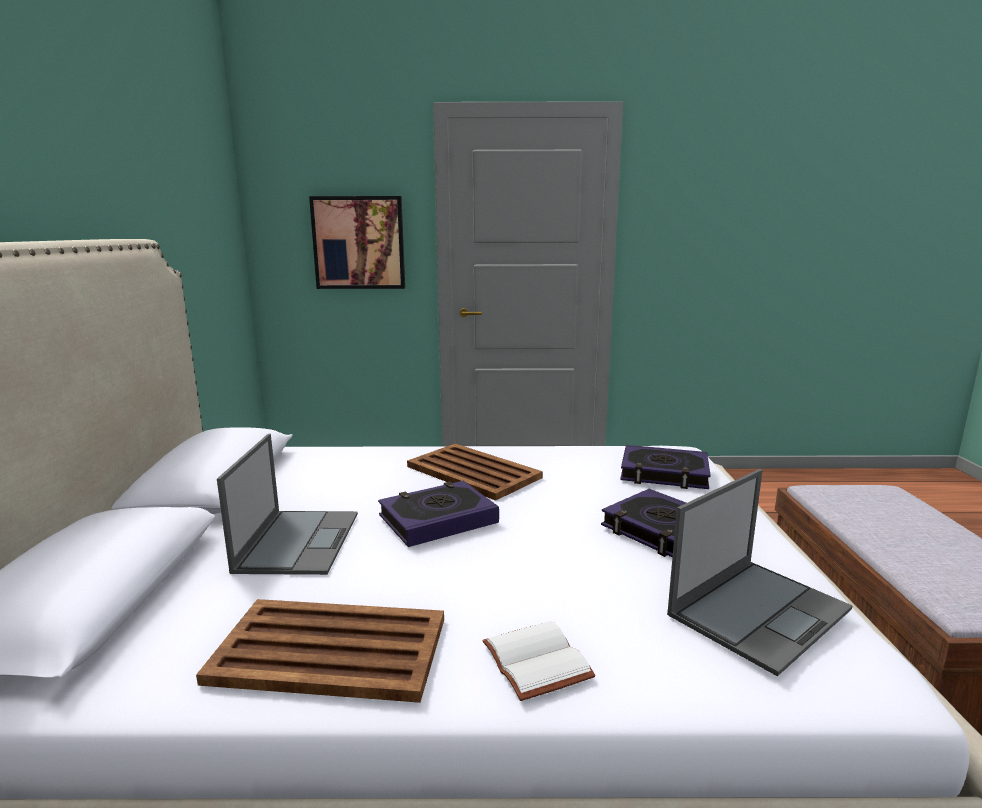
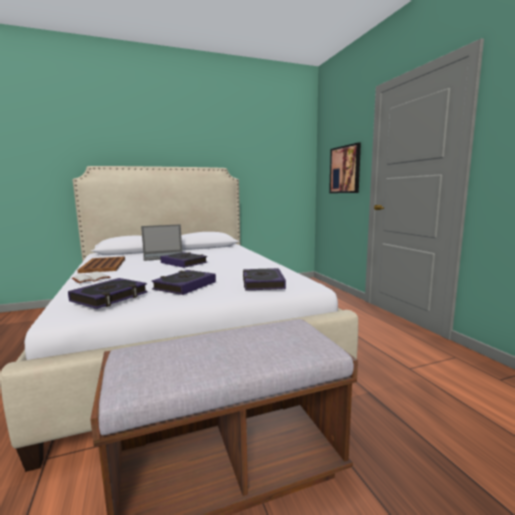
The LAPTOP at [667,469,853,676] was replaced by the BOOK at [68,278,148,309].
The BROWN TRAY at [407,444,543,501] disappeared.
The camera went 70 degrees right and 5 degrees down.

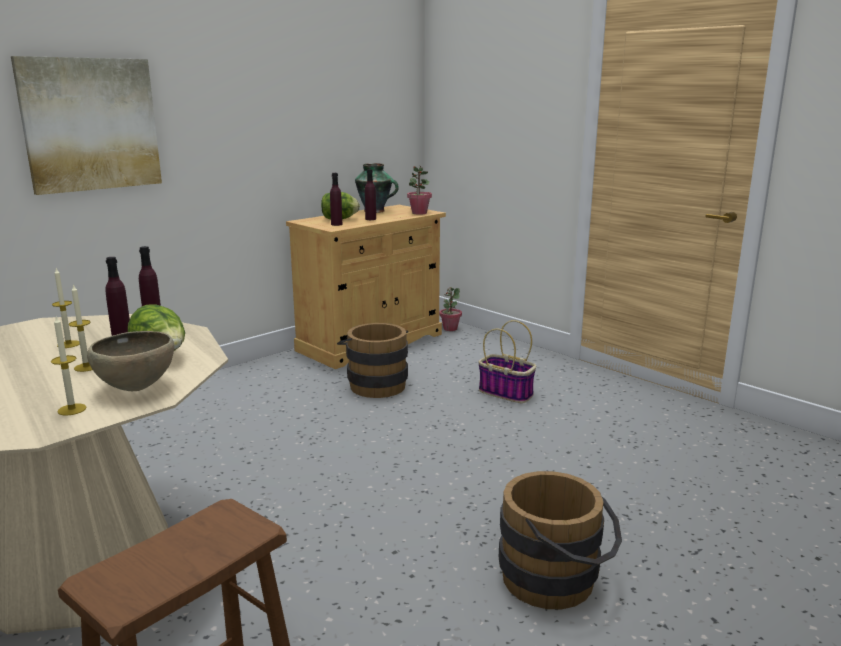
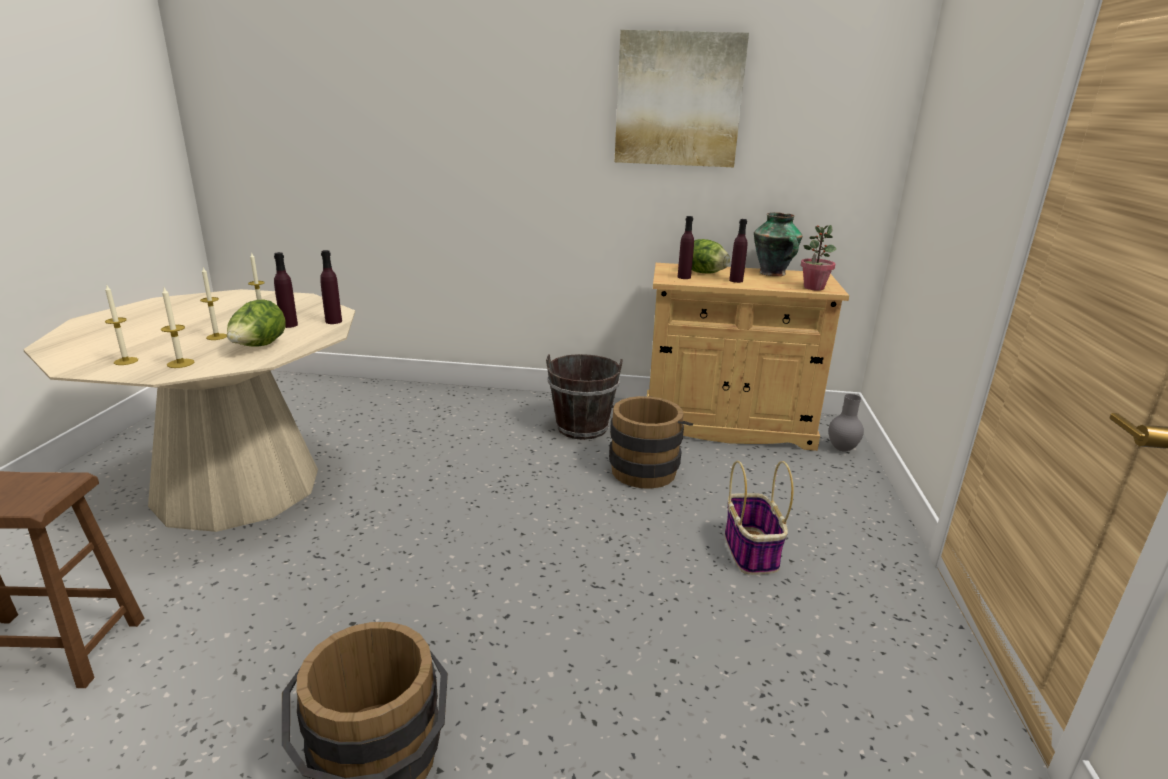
The BROWN BOWL at [87,331,174,391] was replaced by the CANDLE at [161,288,194,368].
The BROWN BUCKET at [546,354,623,440] appeared.
The PICTURE moved from [11,56,162,195] to [615,30,749,167].
The POTTED PLANT at [439,287,462,331] was replaced by the GREY VASE at [829,394,864,451].
The camera went 50 degrees right and 5 degrees up.

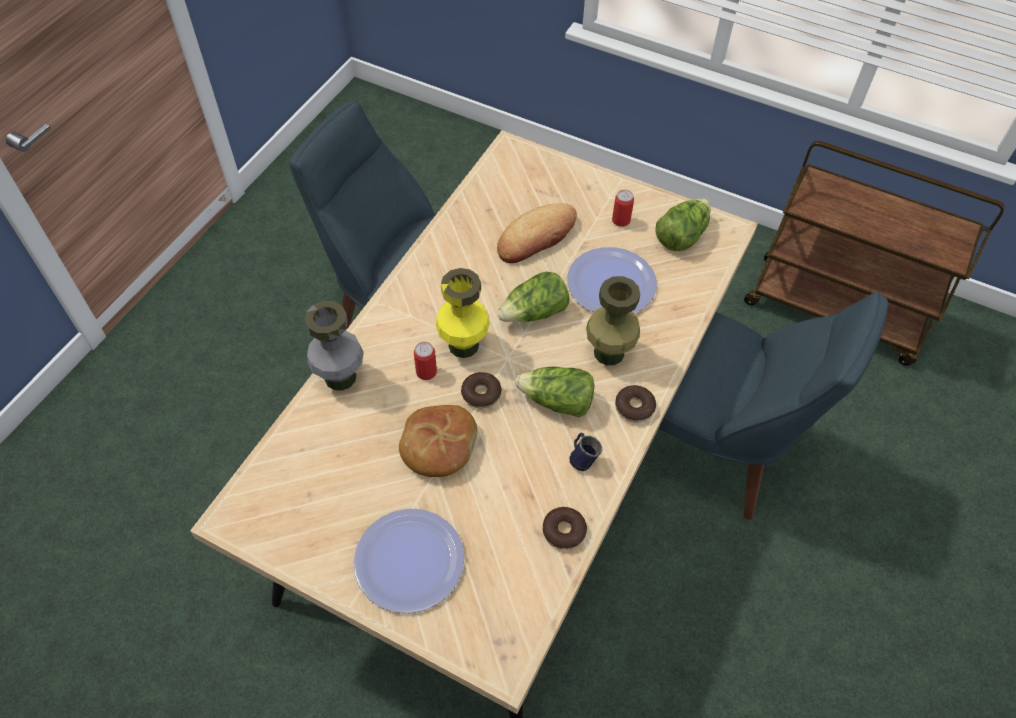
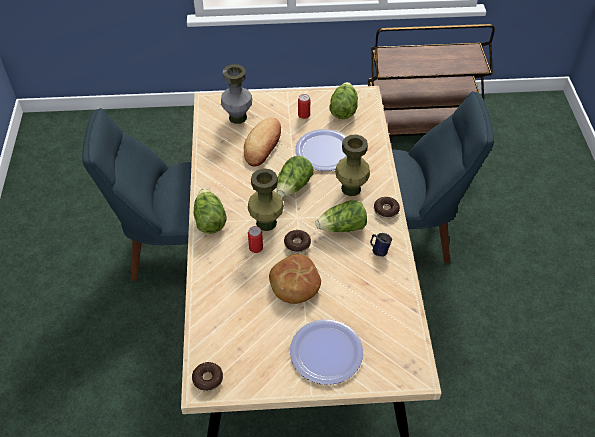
The DONUT moved from [542,507,587,550] to [192,362,223,392].
The LETTUCE at [193,188,227,234] appeared.
The GREY VASE moved from [305,301,364,391] to [221,64,252,124].
The YELLOW VASE at [436,268,490,358] became the GREEN VASE at [248,168,284,231].
The camera went 30 degrees left and 5 degrees down.

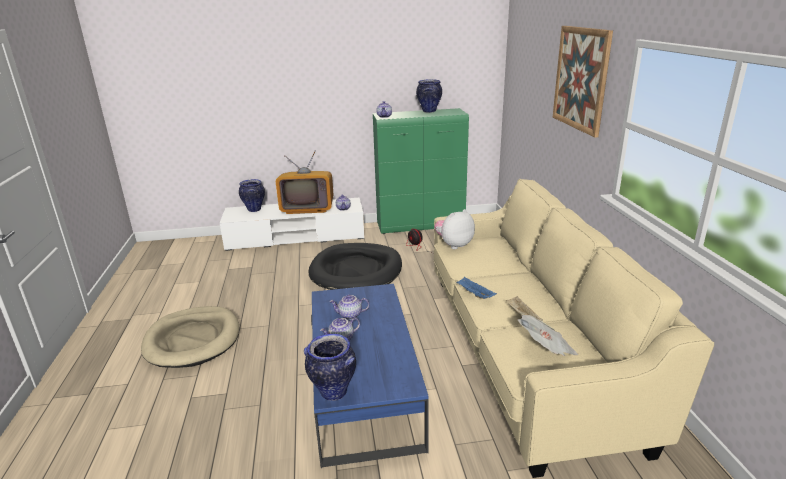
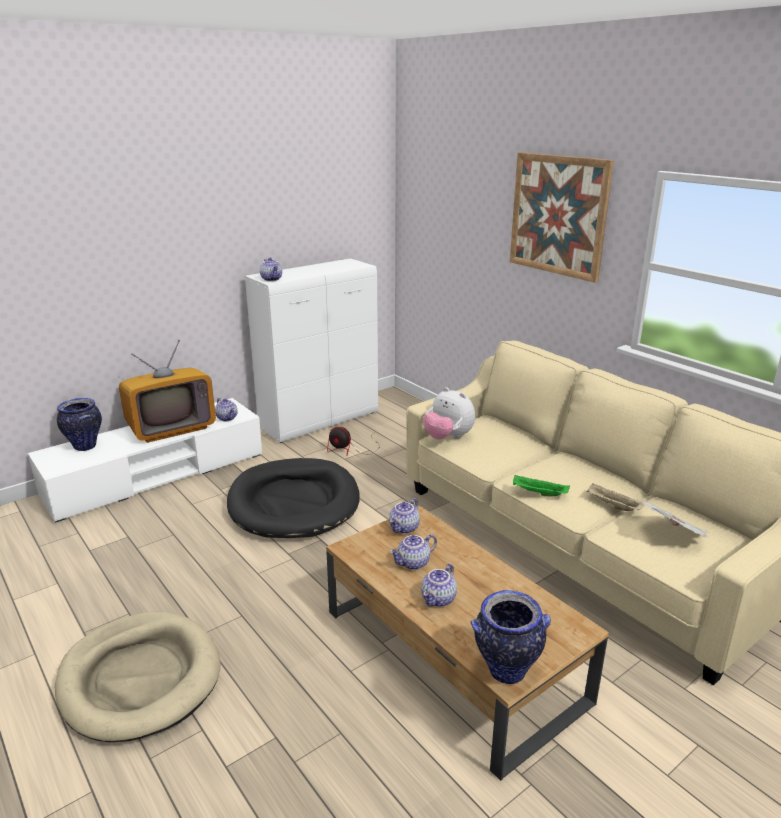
The GREEN CABINET at [373,108,469,234] became the WHITE CABINET at [245,258,378,443].
The BLUE COFFEE TABLE at [311,284,429,468] became the BROWN COFFEE TABLE at [326,506,609,781].
The TEAPOT at [389,498,420,534] appeared.
The PLUSH TOY at [434,209,475,249] turned 75 degrees counterclockwise.
The BLUE TRAY at [456,277,497,299] became the GREEN TRAY at [513,475,570,496].
The VASE at [416,79,442,113] disappeared.
The camera went 30 degrees left and 0 degrees up.

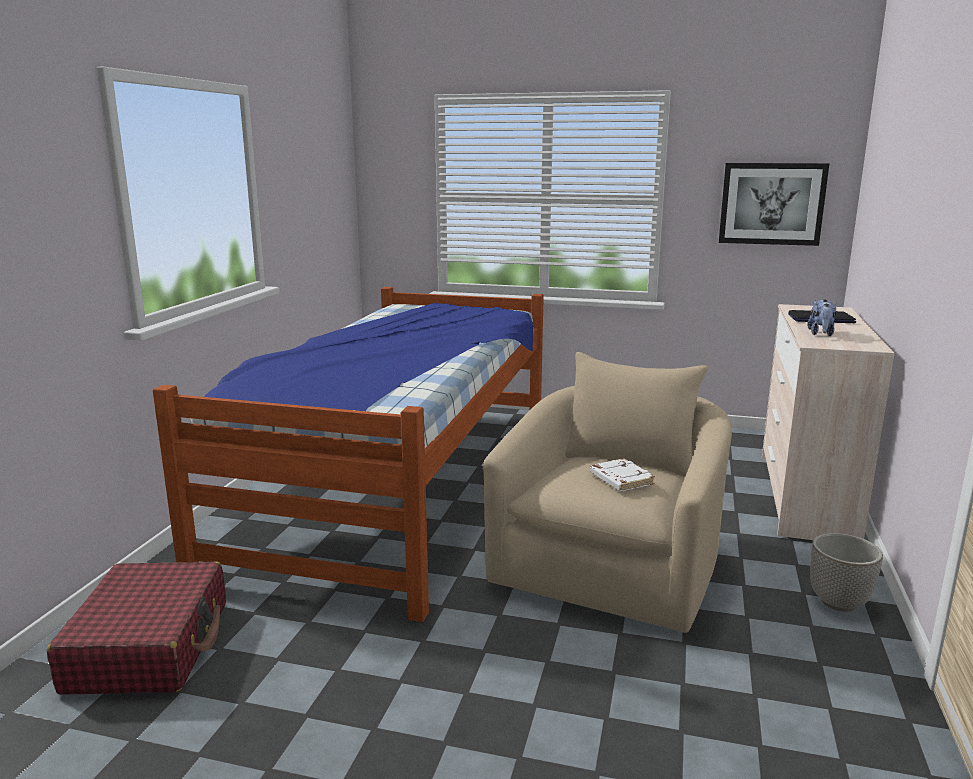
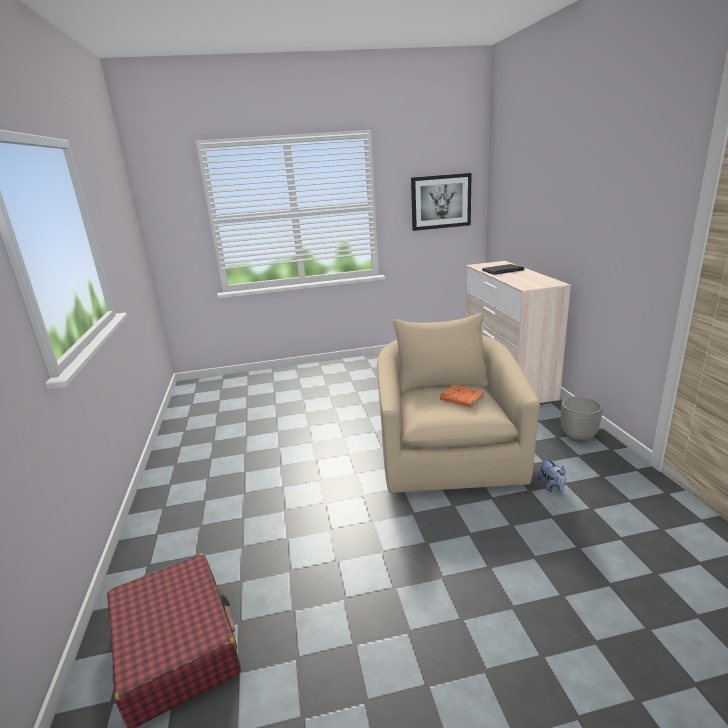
The WHITE BOOK at [590,458,655,491] became the ORANGE BOOK at [440,385,484,408].
The PLUSH TOY moved from [807,299,837,336] to [537,457,566,495].
The BED at [153,287,544,622] disappeared.
The camera went 25 degrees left and 5 degrees up.

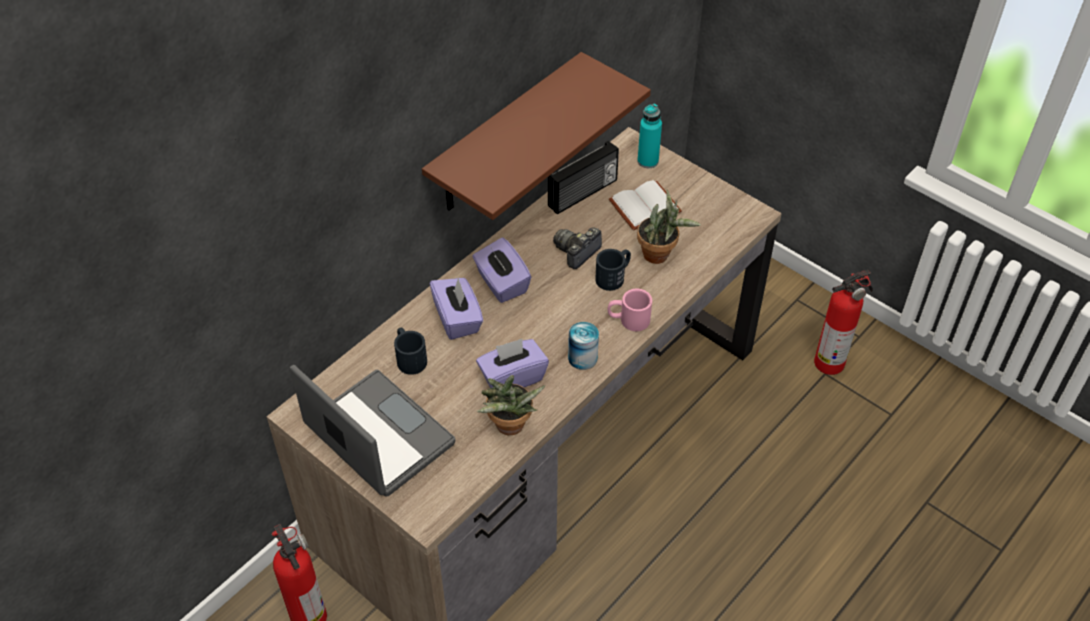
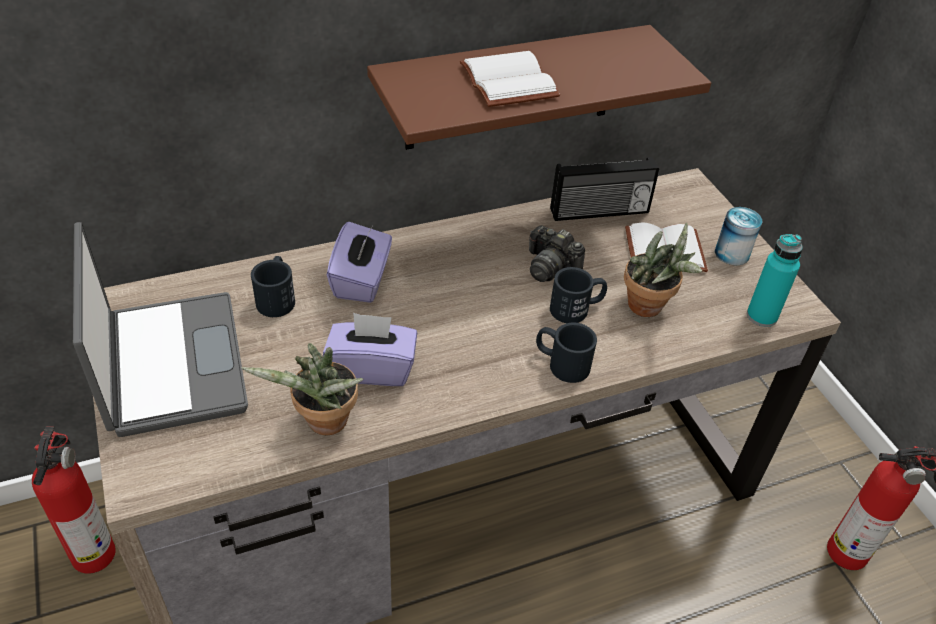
The WHITE BOOK at [460,51,560,107] appeared.
The PHOTO CAMERA at [553,227,602,269] turned 120 degrees counterclockwise.
The PINK MUG at [608,289,652,331] became the BLACK MUG at [536,323,597,383].
The CAN moved from [568,322,599,370] to [715,207,762,265].
The TURQUOISE BOTTLE moved from [637,104,662,168] to [747,234,803,327].
The PURPLE TISSUE BOX at [472,238,531,303] disappeared.
The camera went 25 degrees right and 5 degrees down.

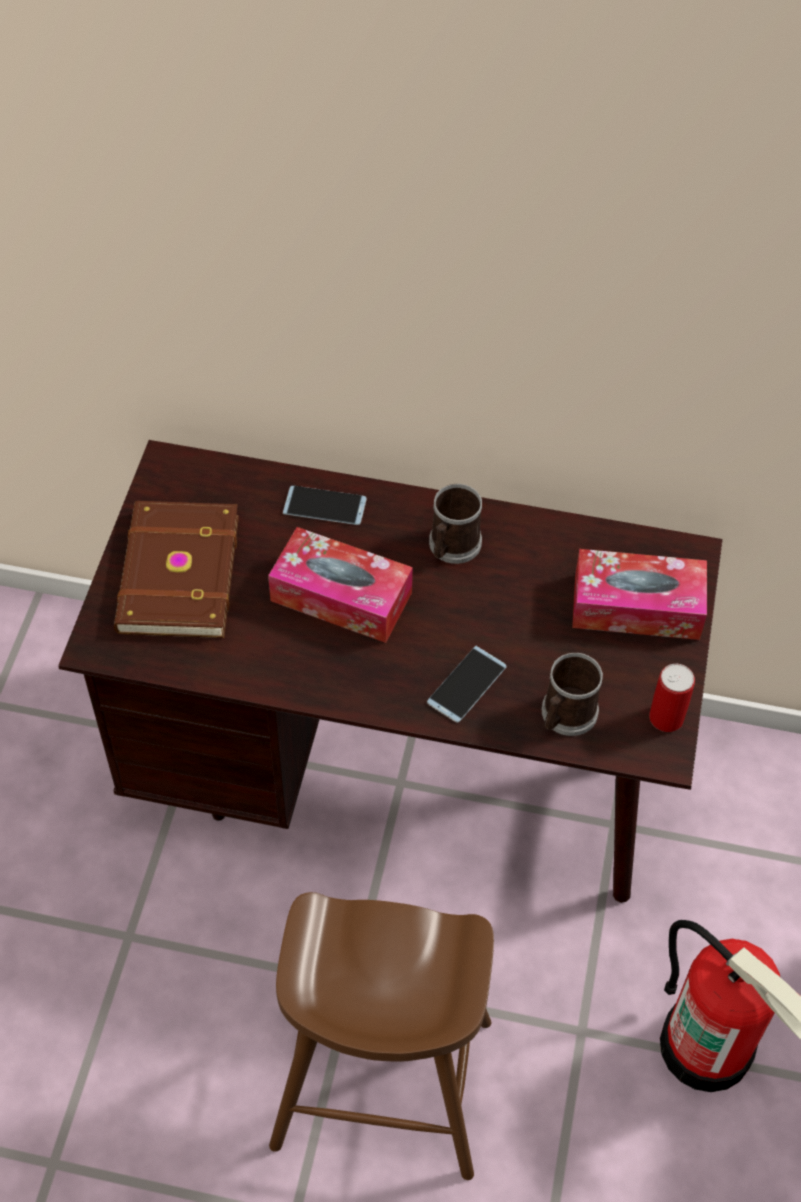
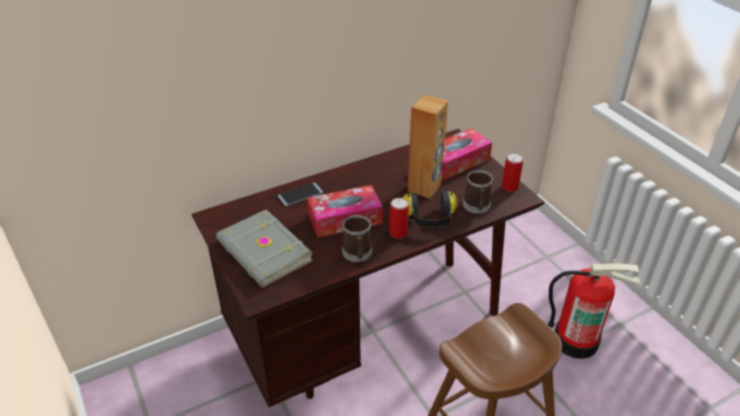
The BROWN BOOK at [114,501,239,638] became the GREY BOOK at [216,209,313,288].
The MUG moved from [429,484,482,564] to [342,215,372,262].
The CAN at [390,198,409,239] appeared.
The PHONE at [427,646,507,723] was replaced by the HEADPHONES at [403,191,457,227].
The BROWN SPEAKER at [408,95,448,199] appeared.
The camera went 40 degrees left and 15 degrees down.

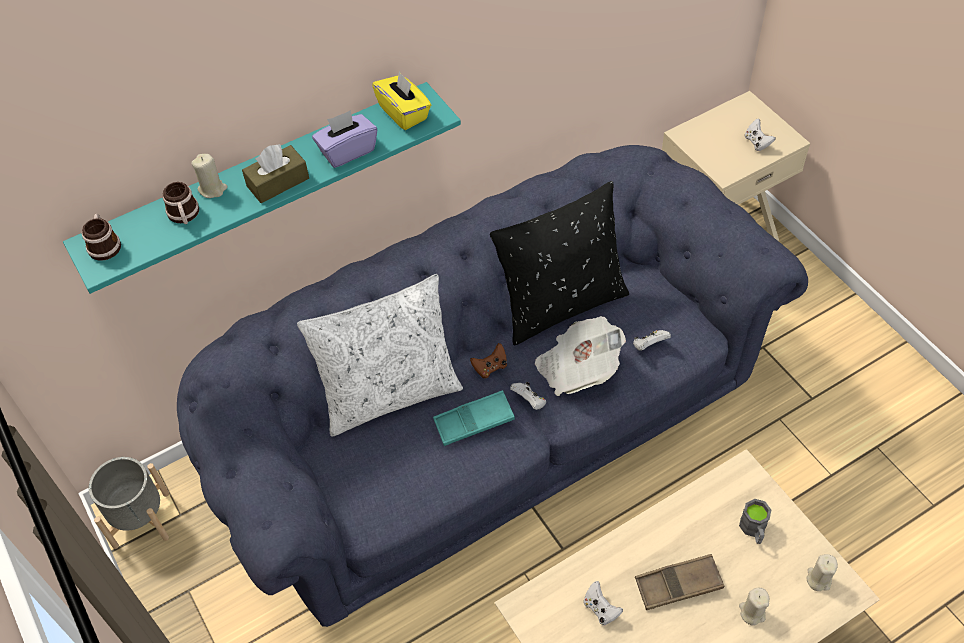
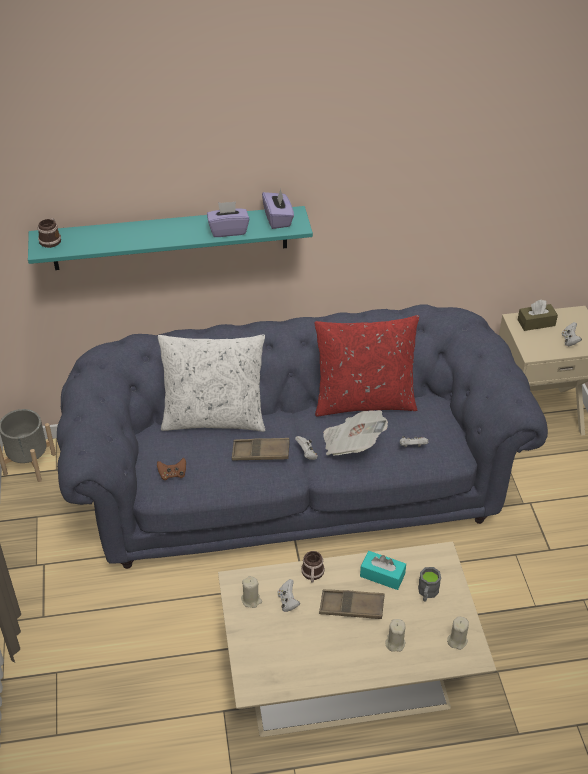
The BROWN GAME CONTROLLER moved from [470,343,507,378] to [157,458,186,480].
The TURQUOISE TRAY at [433,390,515,446] became the BROWN TRAY at [232,438,290,461].
The BEIGE CANDLE moved from [191,154,228,198] to [241,576,262,608].
The YELLOW TISSUE BOX at [372,71,431,130] became the PURPLE TISSUE BOX at [262,189,294,229].
The MUG moved from [162,182,199,224] to [301,551,325,583].
The BLACK PILLOW at [490,181,629,345] became the RED PILLOW at [314,315,419,416].
The TURQUOISE TISSUE BOX at [360,551,406,590] appeared.
The BROWN TISSUE BOX moved from [242,144,309,203] to [518,299,558,331].
The camera went 20 degrees right and 10 degrees down.

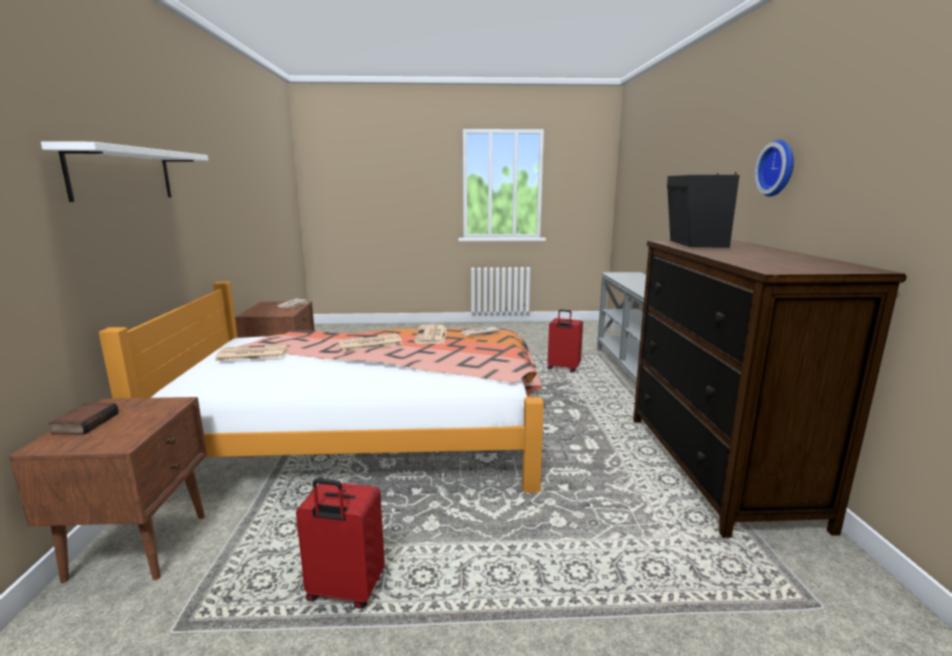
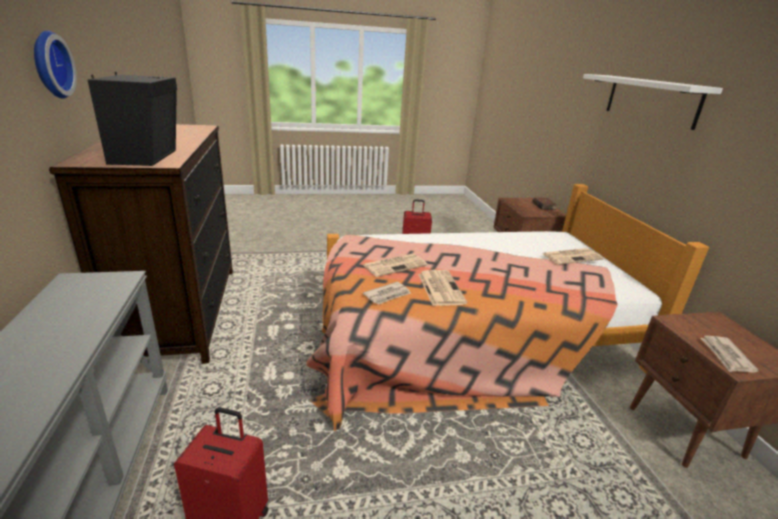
The NEWSPAPER moved from [339,333,403,351] to [363,254,427,277].
The camera went 170 degrees right and 10 degrees up.

